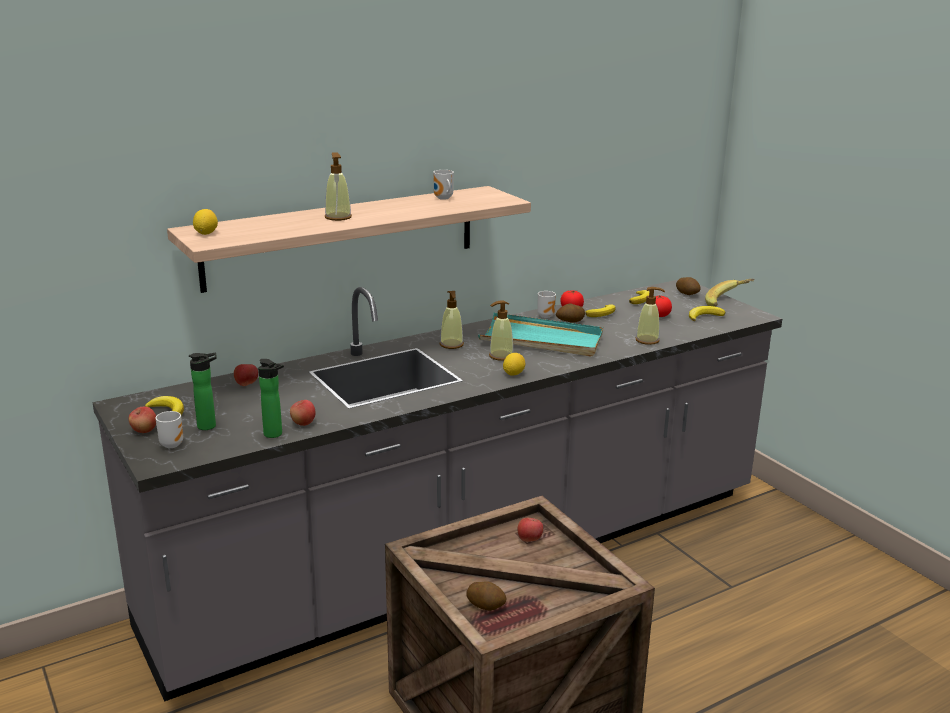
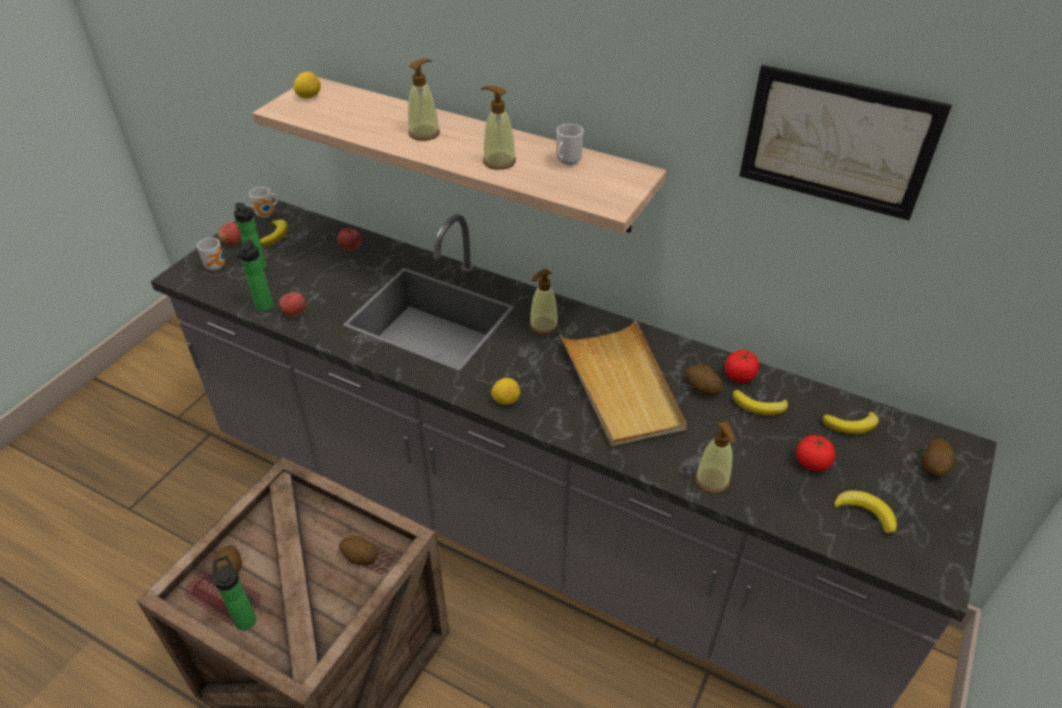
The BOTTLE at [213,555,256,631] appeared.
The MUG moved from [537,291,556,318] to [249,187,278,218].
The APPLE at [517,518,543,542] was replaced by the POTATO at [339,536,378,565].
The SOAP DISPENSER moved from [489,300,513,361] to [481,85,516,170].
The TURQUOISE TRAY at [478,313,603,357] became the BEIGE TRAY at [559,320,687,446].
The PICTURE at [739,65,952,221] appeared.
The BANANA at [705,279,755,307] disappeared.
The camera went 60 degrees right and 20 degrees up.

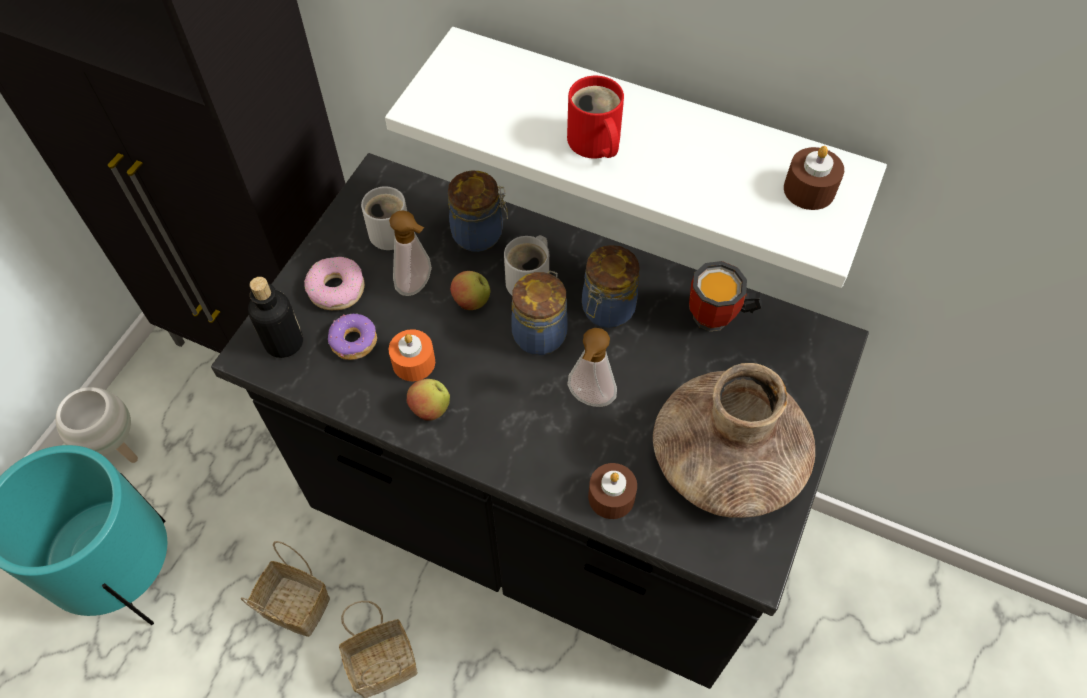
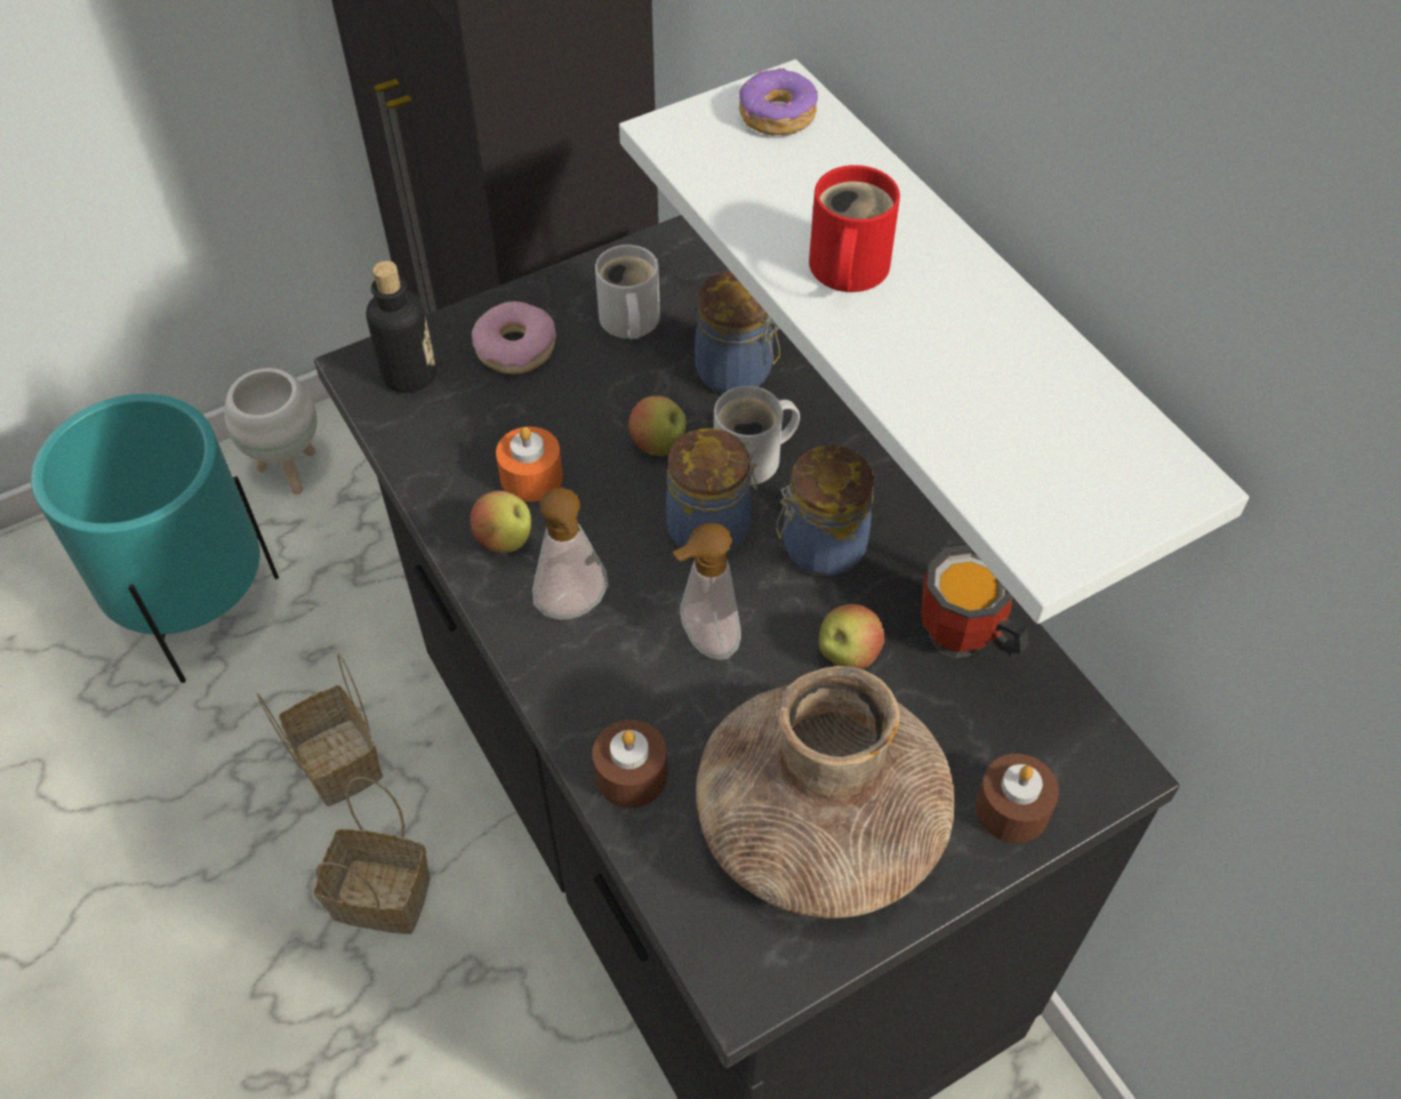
The SOAP DISPENSER moved from [389,210,432,296] to [532,487,608,620].
The DONUT moved from [328,314,377,360] to [739,68,818,136].
The APPLE at [819,604,885,669] appeared.
The BROWN CANDLE moved from [784,146,844,210] to [976,754,1059,843].
The camera went 35 degrees right and 5 degrees down.

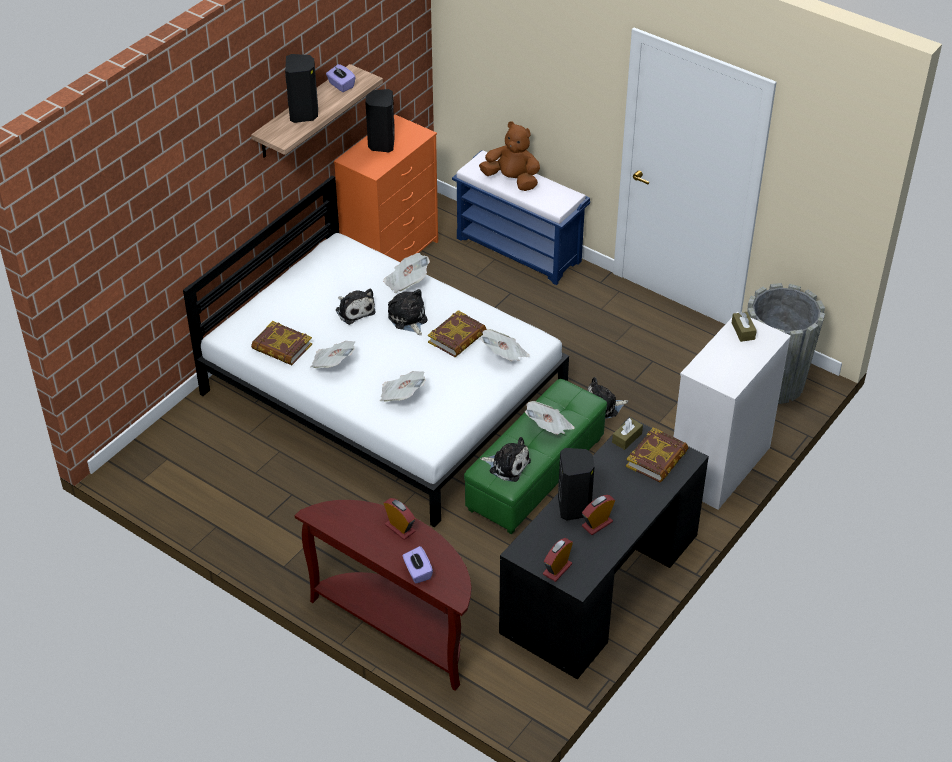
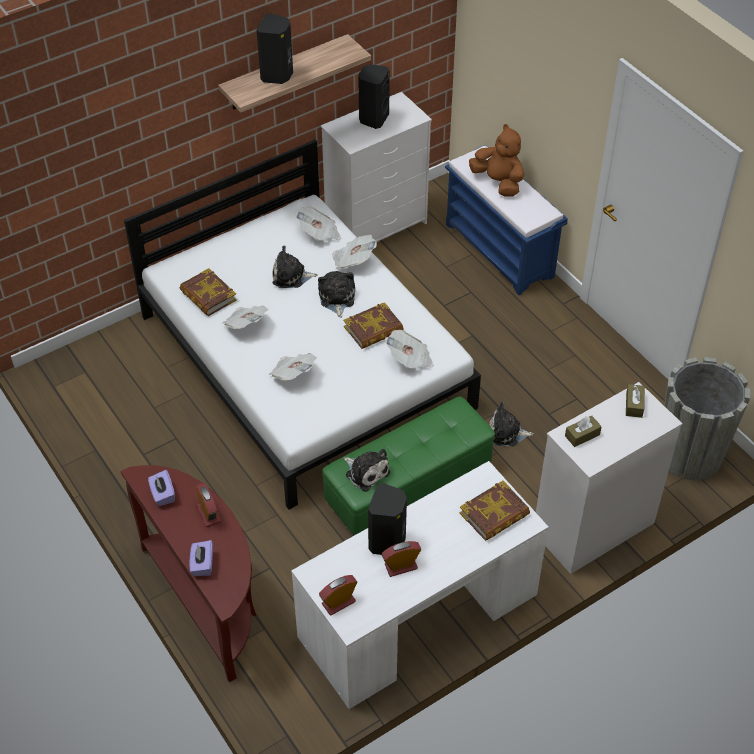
The PURPLE TISSUE BOX moved from [326,64,356,92] to [148,470,175,506].
The PLUSH TOY at [336,288,375,325] turned 105 degrees clockwise.
The BLACK DESK at [499,417,709,679] became the WHITE DESK at [291,461,549,709].
The NEWSPAPER moved from [524,401,575,435] to [295,207,341,241].
The ORANGE DRESSER at [334,115,438,262] became the WHITE DRESSER at [321,92,432,242].
The BROWN TISSUE BOX moved from [612,418,643,450] to [565,416,602,447].
The camera went 20 degrees right and 5 degrees up.

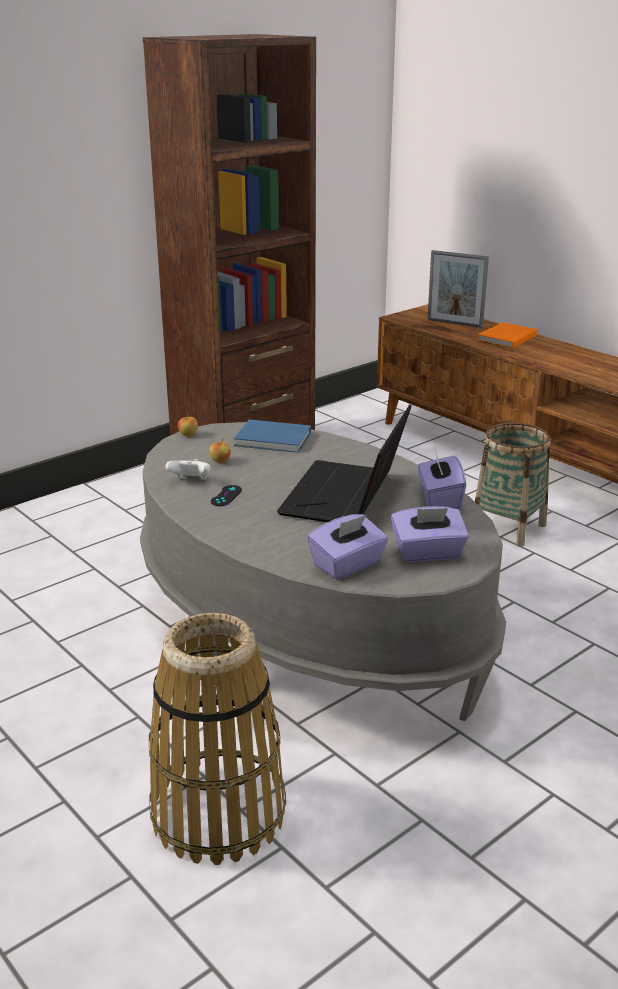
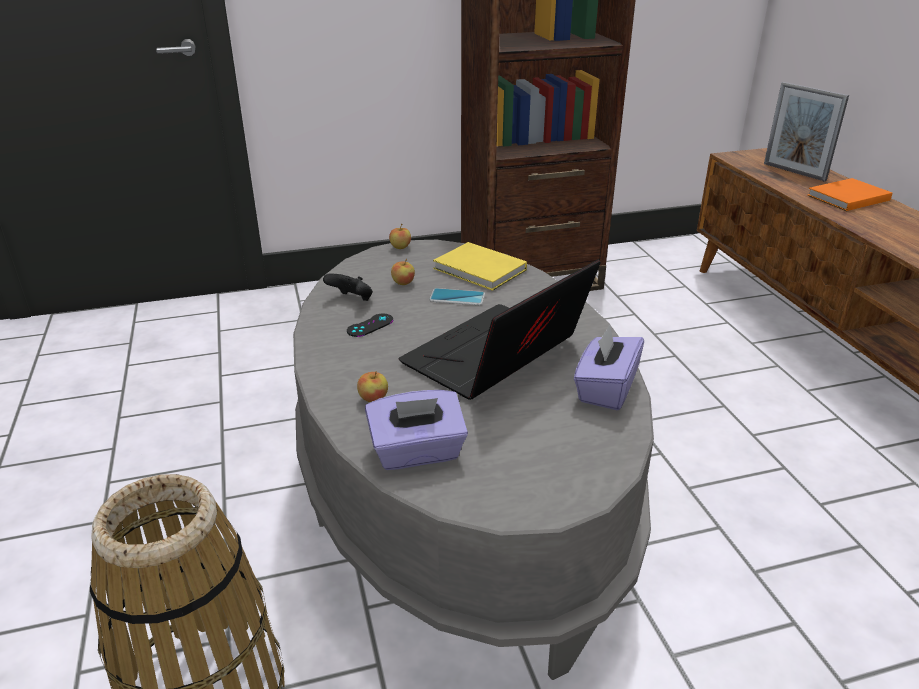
The WHITE GAME CONTROLLER at [165,459,211,480] became the BLACK GAME CONTROLLER at [323,273,373,301].
The APPLE at [357,371,388,402] appeared.
The PHONE at [429,288,485,305] appeared.
The BLUE BOOK at [234,420,311,453] became the YELLOW BOOK at [433,242,527,291].
The PURPLE TISSUE BOX at [391,506,469,562] disappeared.
The BASKET at [475,423,551,547] disappeared.
The camera went 25 degrees right and 5 degrees up.

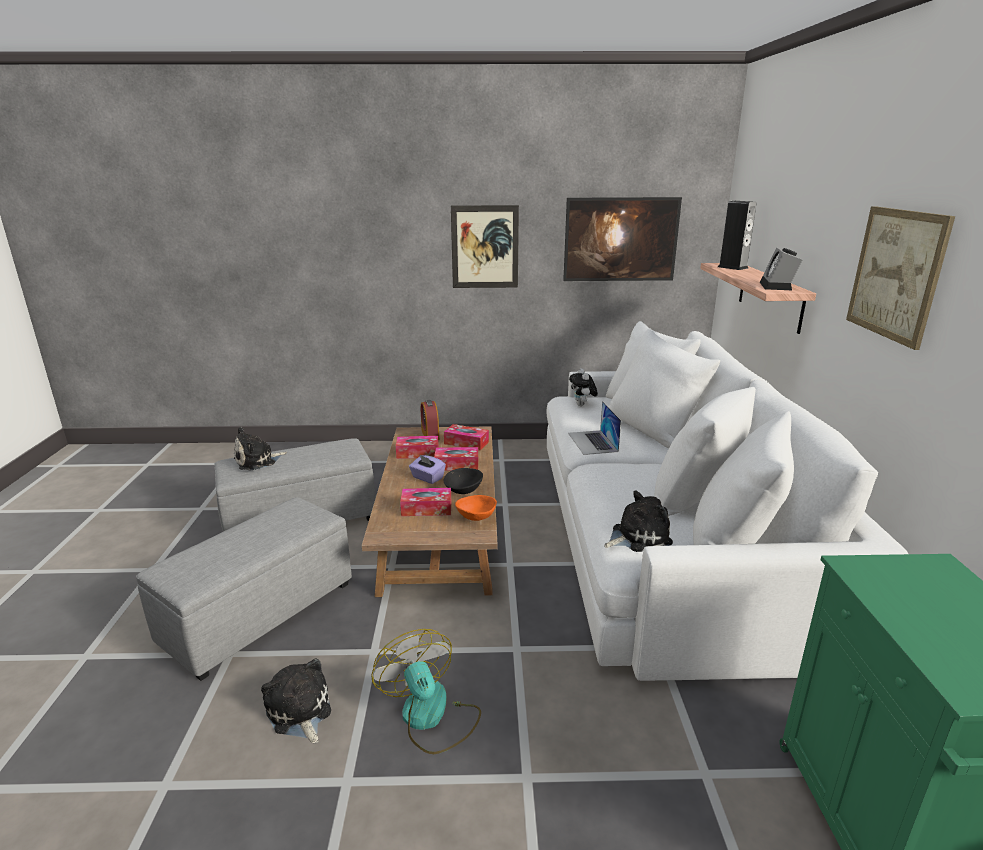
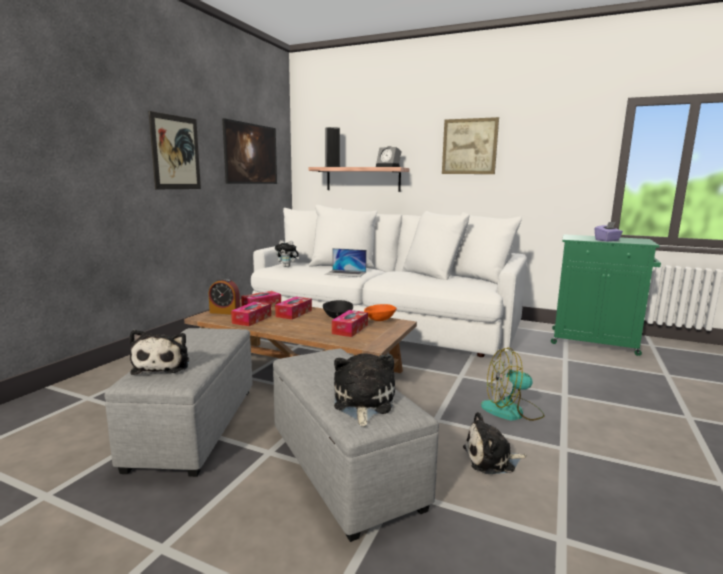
The PLUSH TOY moved from [604,490,673,552] to [334,353,395,427].
The PURPLE TISSUE BOX moved from [409,455,446,484] to [595,222,623,241].
The camera went 65 degrees left and 10 degrees down.

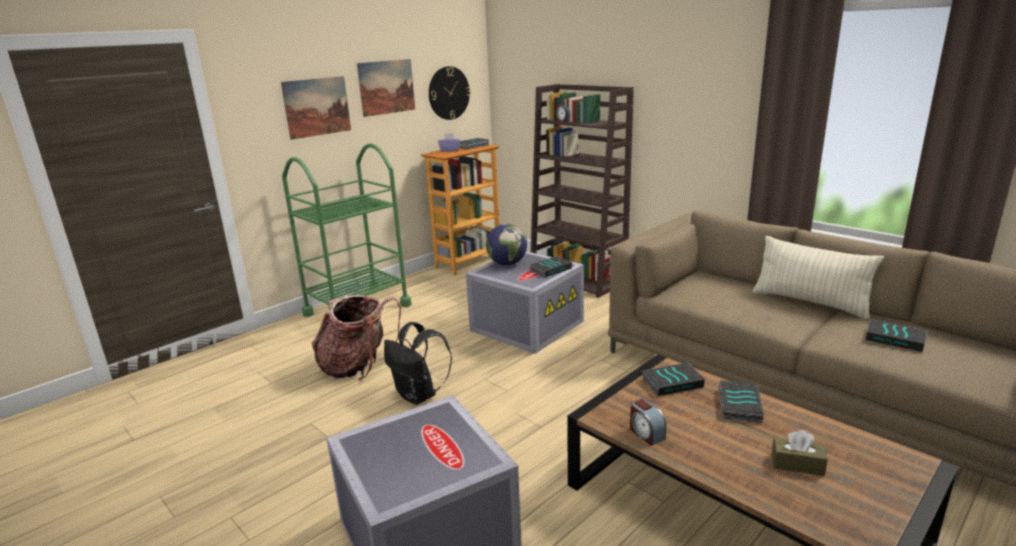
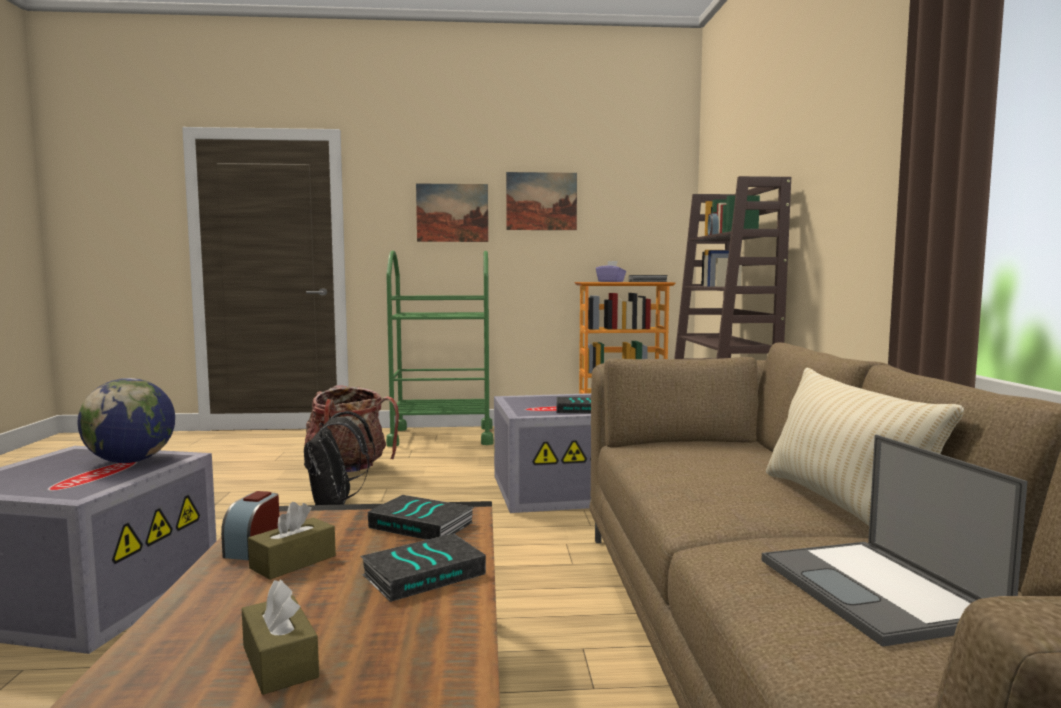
The GLOBE moved from [486,224,527,265] to [77,378,175,463].
The BROWN TISSUE BOX at [248,502,336,580] appeared.
The BOOK at [866,319,928,352] was replaced by the LAPTOP at [762,435,1028,647].
The WALL CLOCK at [429,66,471,120] disappeared.
The camera went 40 degrees right and 15 degrees down.

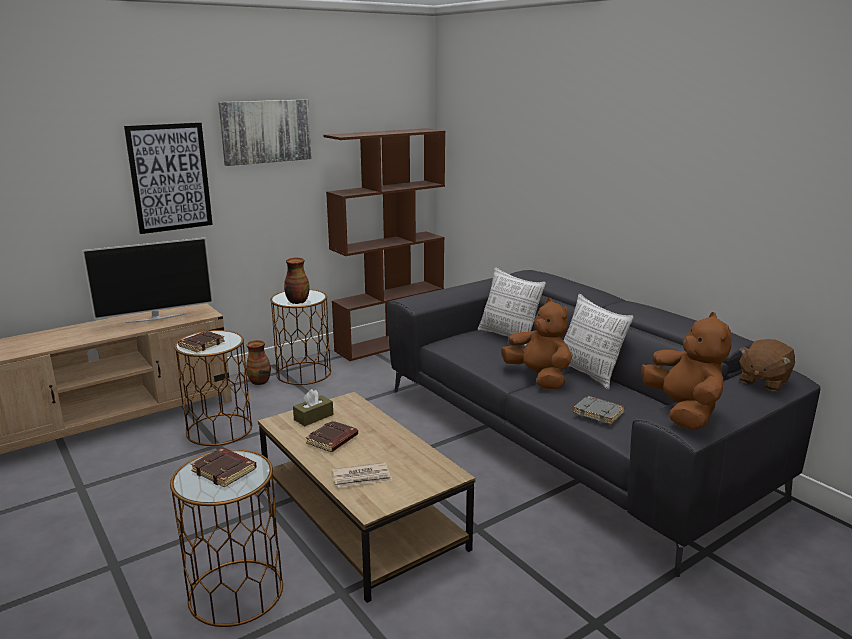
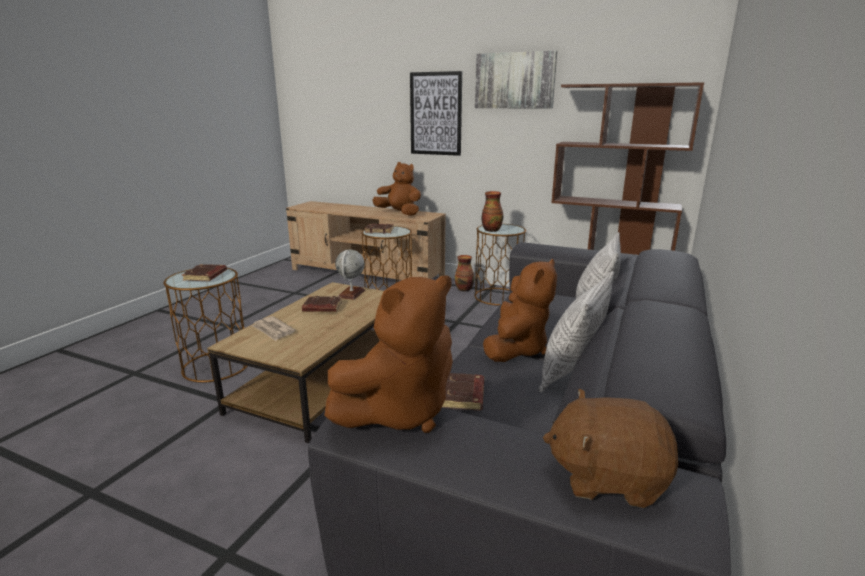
The BROWN TISSUE BOX at [293,389,333,426] was replaced by the GLOBE at [335,250,365,300].
The TELEVISION at [82,237,213,323] was replaced by the BROWN PLUSH TOY at [372,162,421,216].
The GREY BOOK at [573,396,625,424] became the BROWN BOOK at [442,373,484,411].
The camera went 60 degrees right and 0 degrees up.

